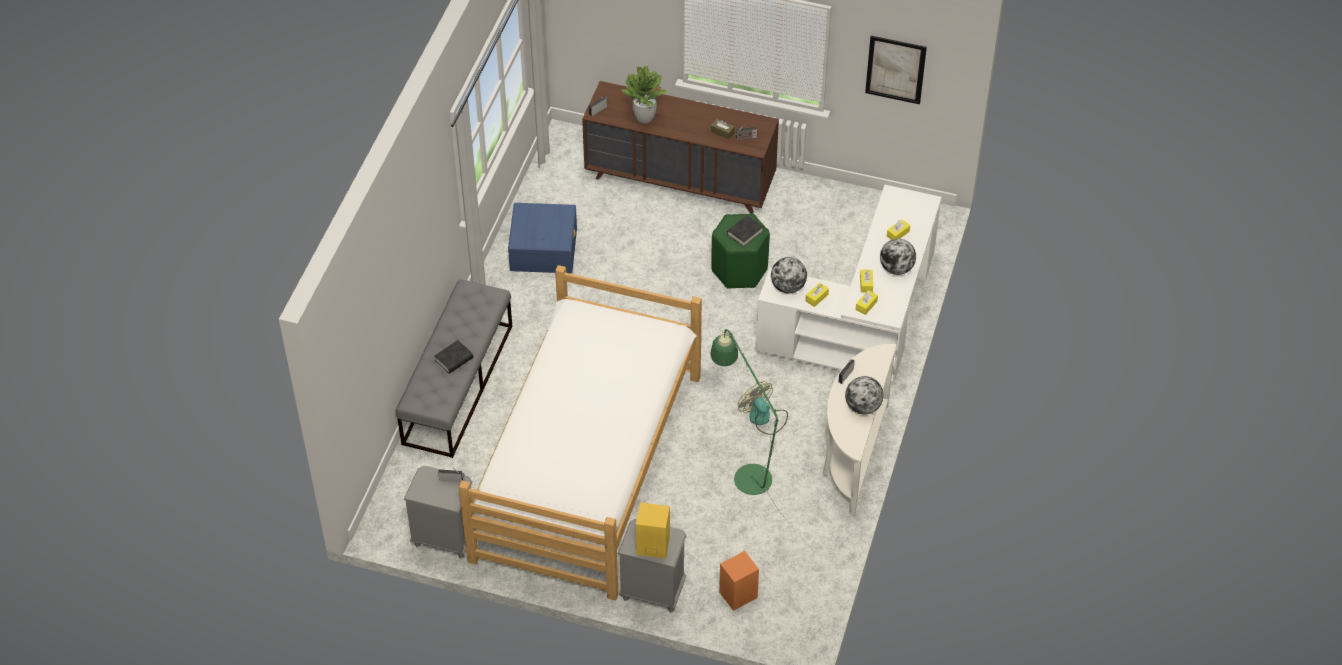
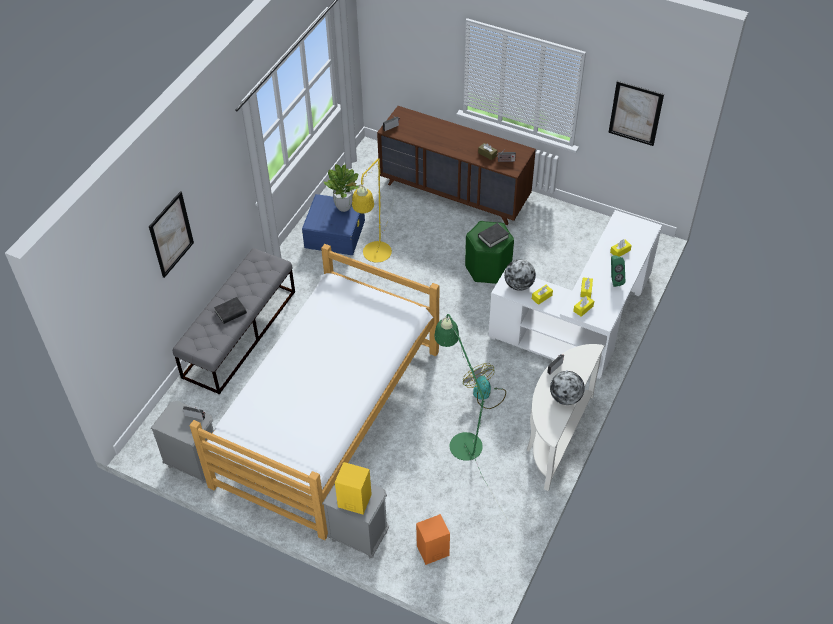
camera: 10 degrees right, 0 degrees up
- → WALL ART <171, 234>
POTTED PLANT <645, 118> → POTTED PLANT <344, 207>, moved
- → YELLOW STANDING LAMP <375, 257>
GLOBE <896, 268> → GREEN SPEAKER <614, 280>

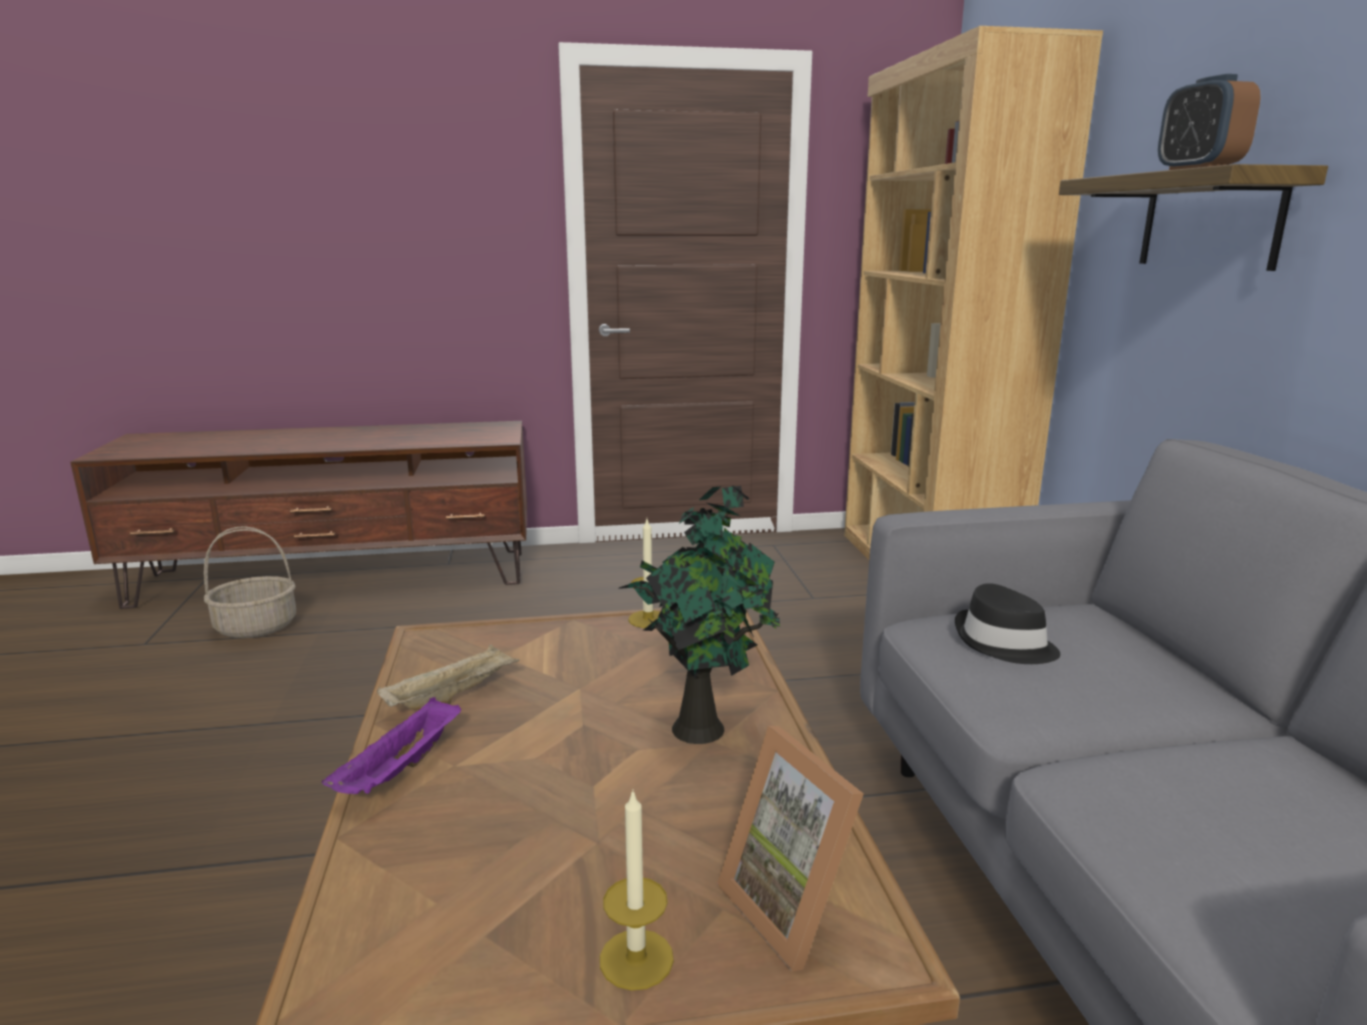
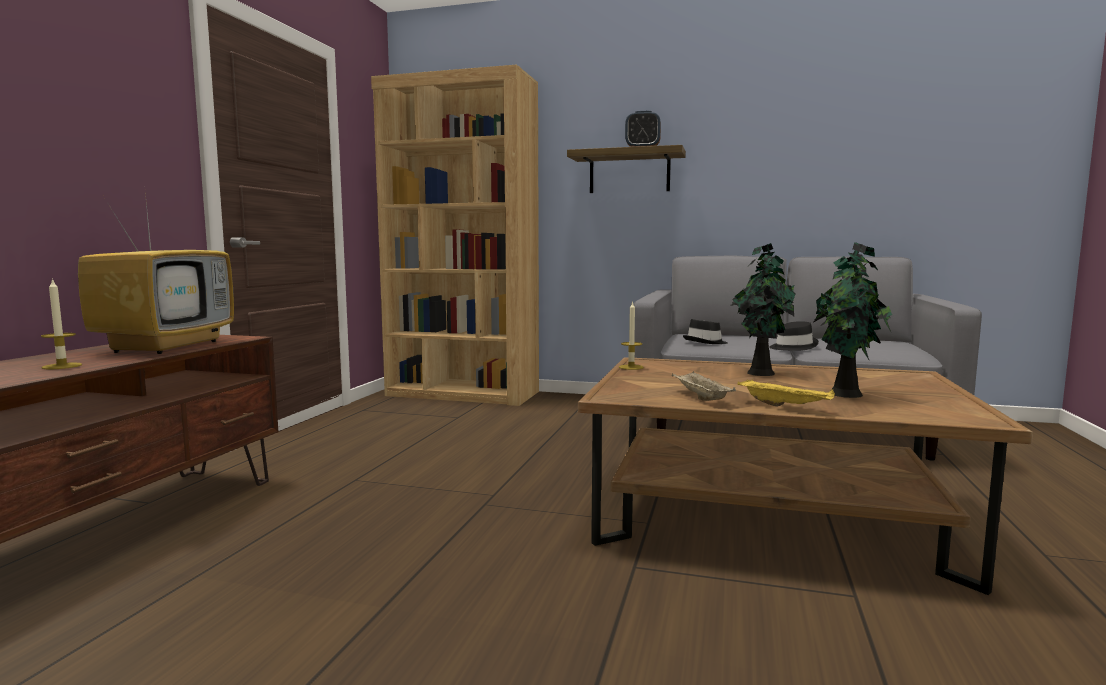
camera: 65 degrees left, 10 degrees down
CANDLE <636, 959> → CANDLE <62, 366>, moved
- → TV <167, 346>
PURPLE TRAY <401, 770> → YELLOW TRAY <786, 406>
- → BLACKISH WEARABLE HAT <792, 347>
- → POTTED PLANT <847, 394>
STORAGE BASKET <257, 626> → -
STANDING FRAME <795, 907> → -

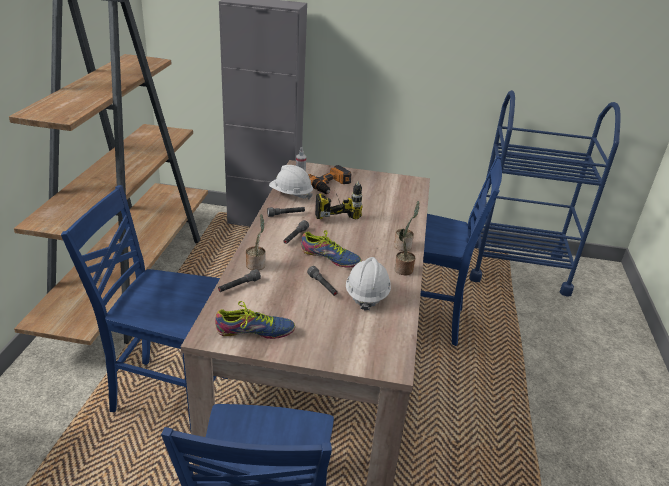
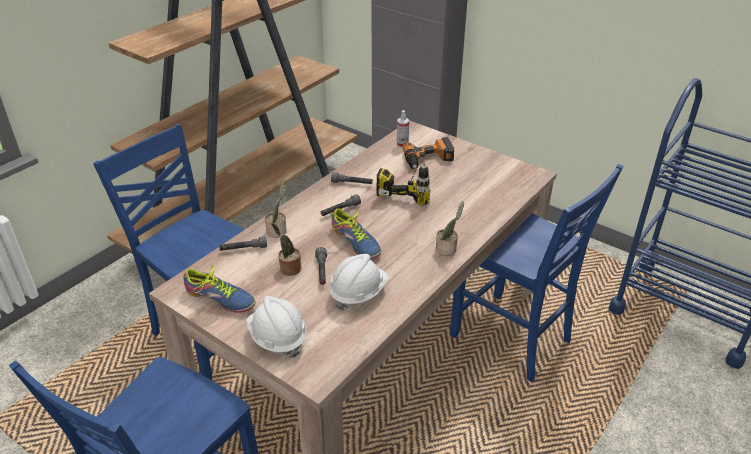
camera: 30 degrees right, 5 degrees up
WHITE-COLOURED HARD HAT <291, 194> → WHITE-COLOURED HARD HAT <277, 338>, moved
POTTED PLANT <402, 270> → POTTED PLANT <289, 268>, moved

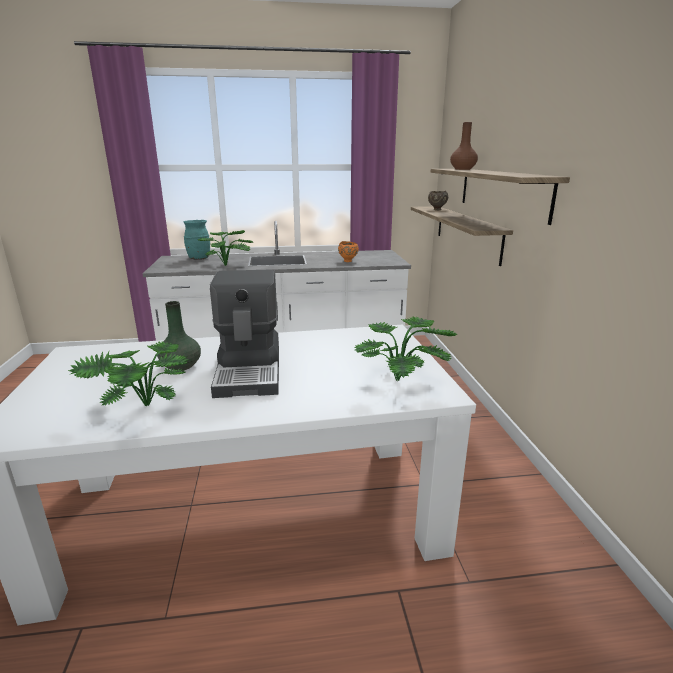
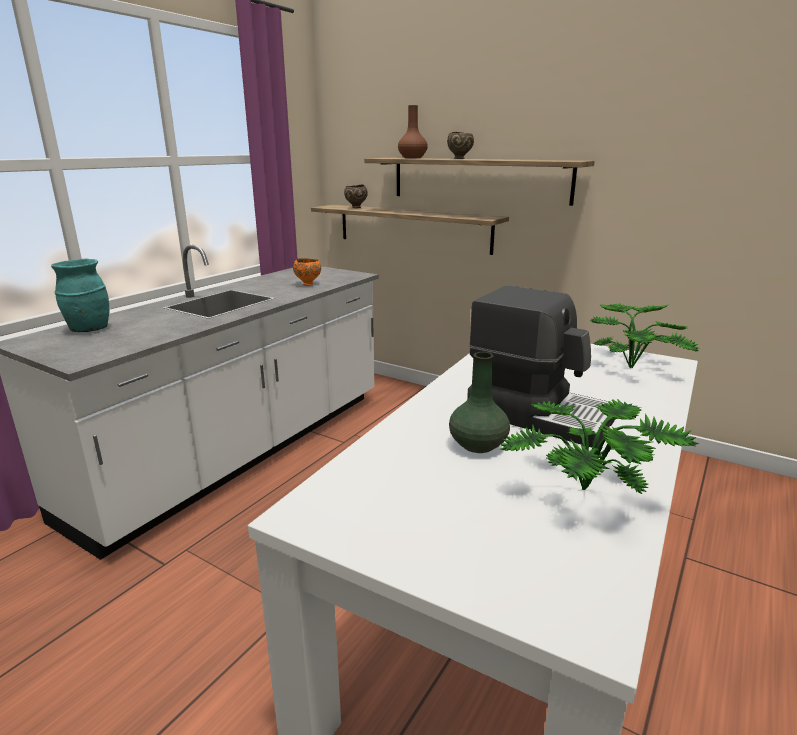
camera: 50 degrees left, 0 degrees up
- → BROWN BOWL <460, 158>
POTTED PLANT <228, 265> → -

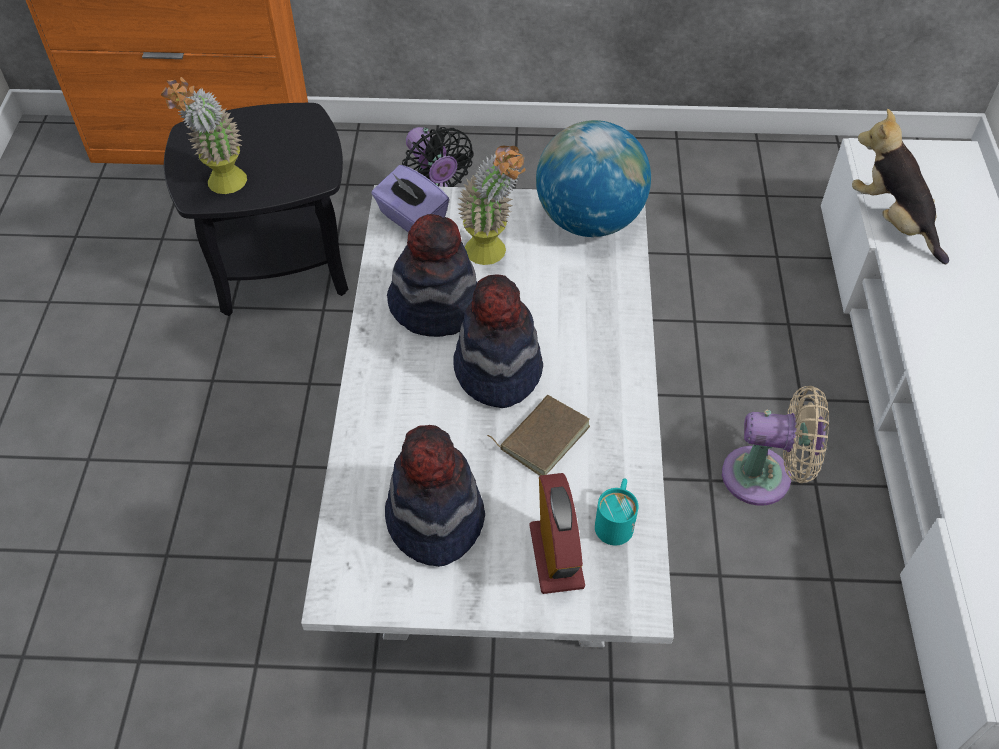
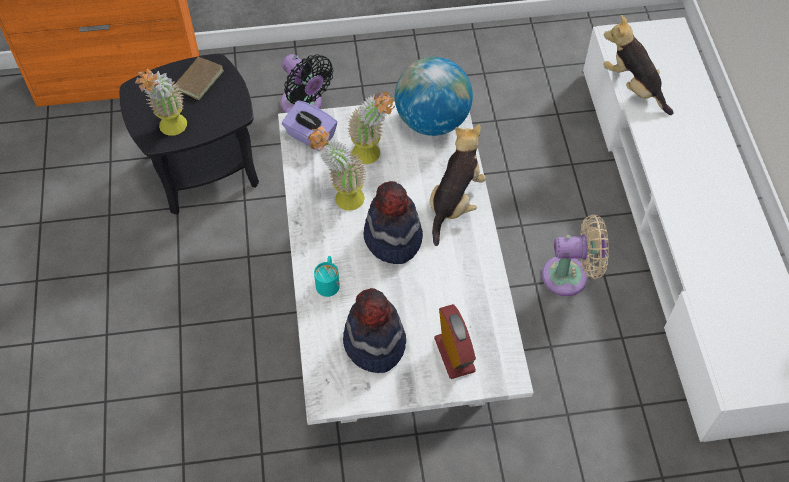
camera: 10 degrees left, 5 degrees up
BROWN BOOK <543, 436> → BROWN BOOK <197, 79>, moved
WEARABLE HAT <435, 306> → POTTED PLANT <341, 199>
TURQUOISE COFFEE MUG <616, 520> → TURQUOISE COFFEE MUG <328, 281>, moved
- → SOFT TOY <454, 202>

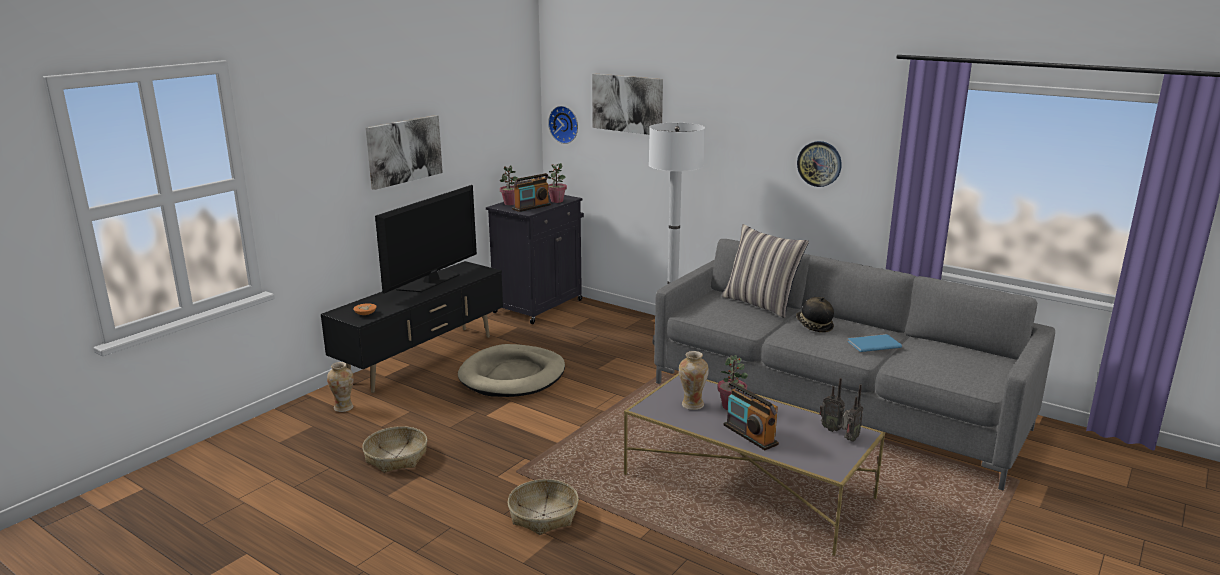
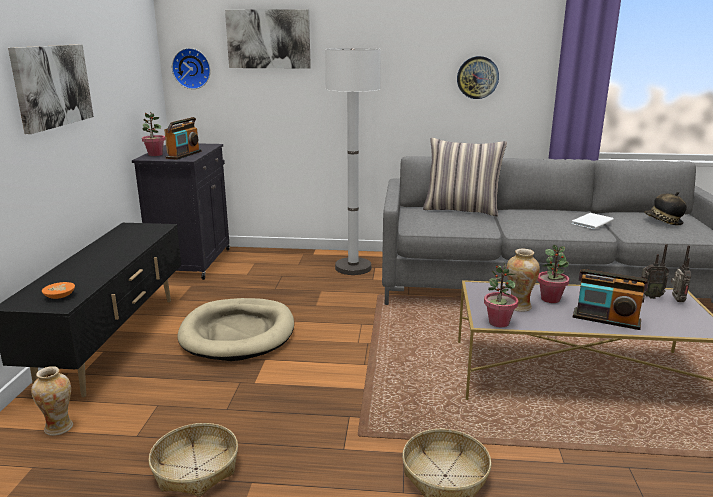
camera: 30 degrees left, 0 degrees up
POTTED PLANT <556, 201> → POTTED PLANT <498, 322>, moved
BLUE BOOK <872, 344> → WHITE-COLOURED BOOK <590, 222>
WEARABLE HAT <813, 326> → WEARABLE HAT <663, 222>, moved
TV <431, 281> → -

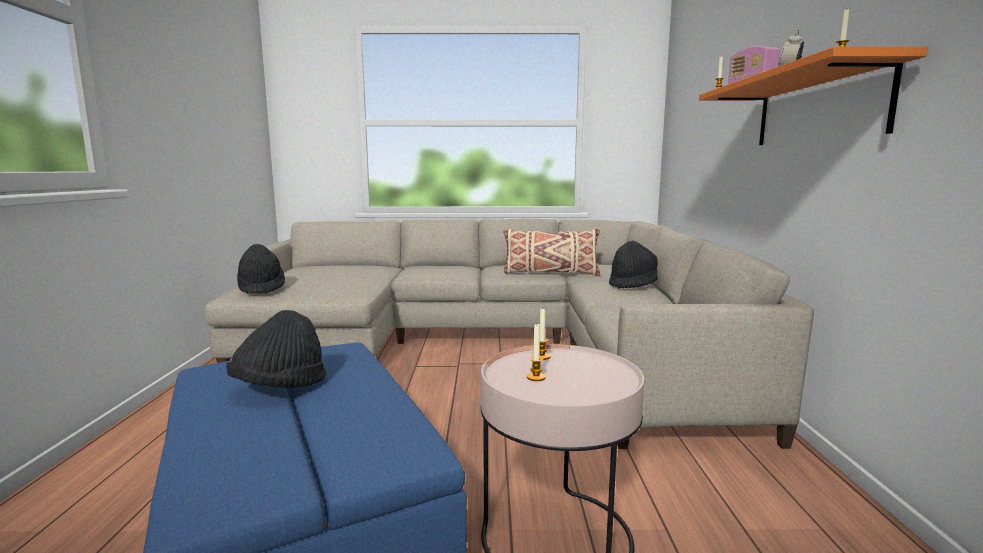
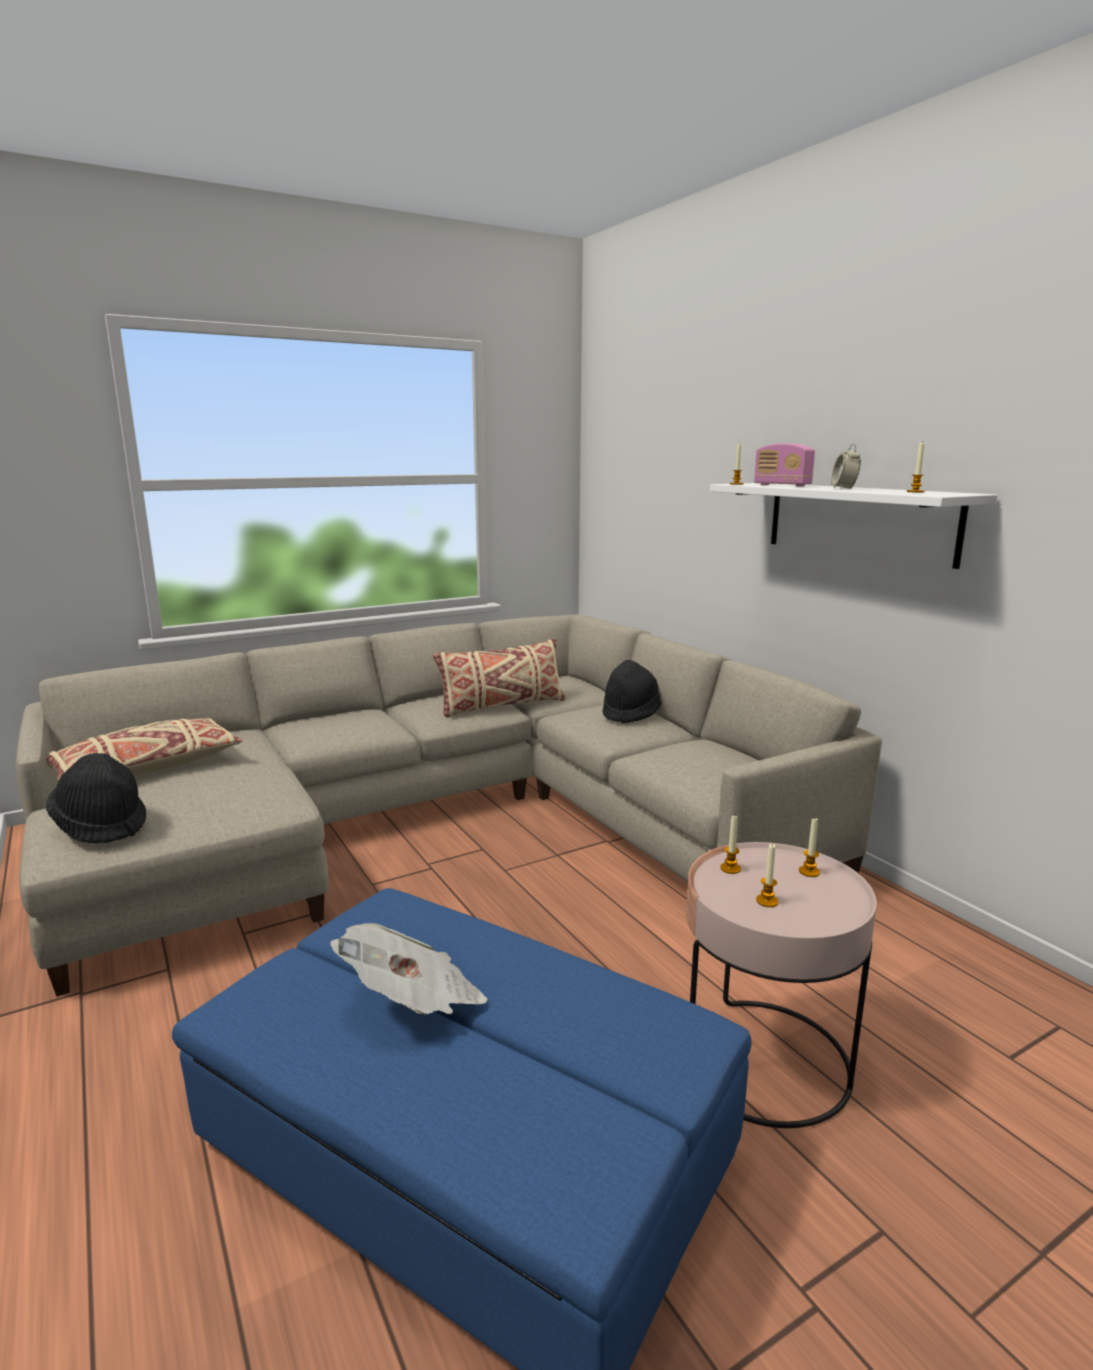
camera: 30 degrees left, 5 degrees up
- → BEIGE PILLOW <146, 769>
BLACKISH WEARABLE HAT <280, 387> → DAILY PAPER <413, 1002>
ORANGEY SHELF <817, 108> → WHITE-COLOURED SHELF <858, 521>
- → CANDLE <809, 872>

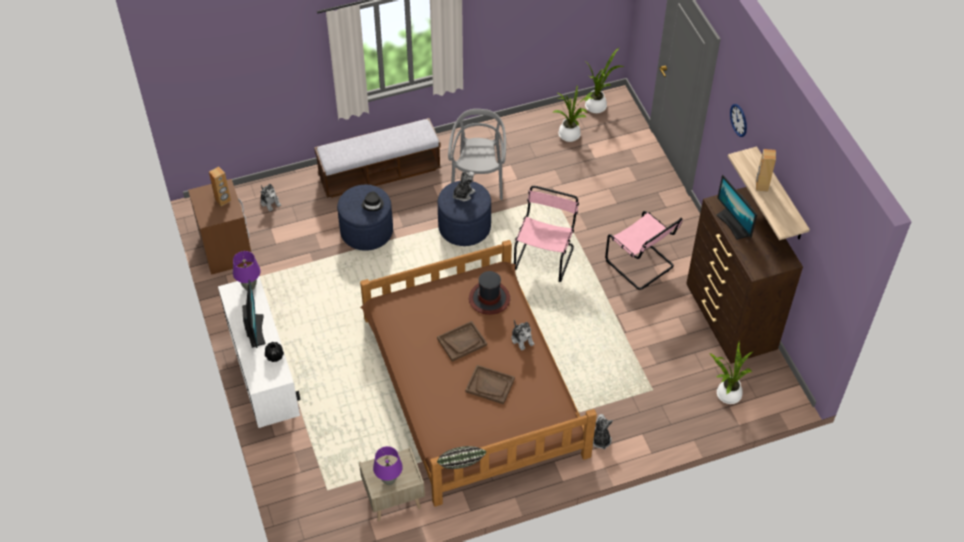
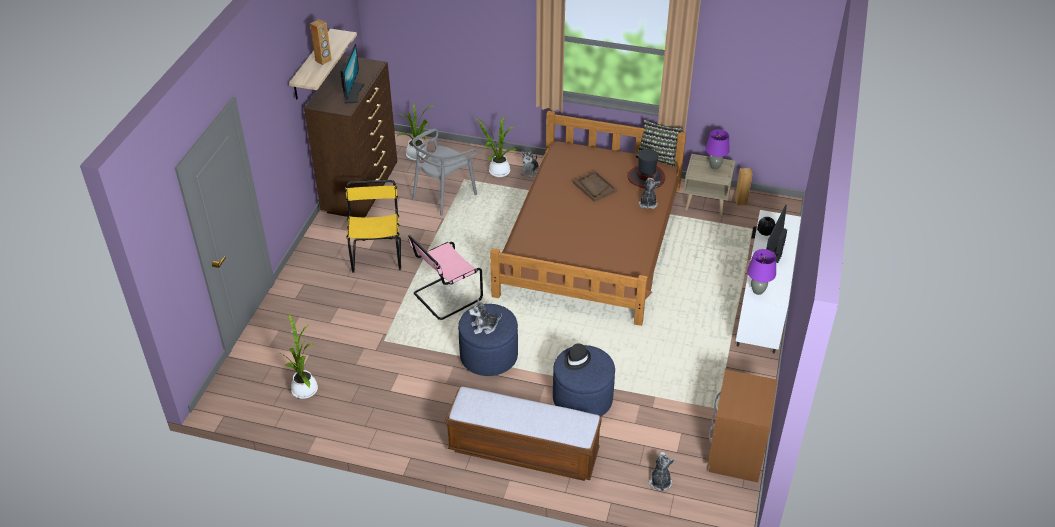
camera: 145 degrees left, 10 degrees down
PINK-COLOURED PLAIN CHAIR <641, 265> → YELLOW PLAIN CHAIR <377, 253>
GREY PLAIN CHAIR <478, 180> → GREY PLAIN CHAIR <443, 195>, moved
POTTED PLANT <597, 106> → POTTED PLANT <497, 171>, moved
WEARABLE HAT <489, 298> → WEARABLE HAT <646, 177>, moved
SOFT TOY <522, 339> → SOFT TOY <647, 203>, moved
BROWN SPEAKER <223, 200> → BROWN SPEAKER <740, 201>, moved
BROWN TRAY <462, 342> → -
HANGING CLOCK <738, 120> → -

